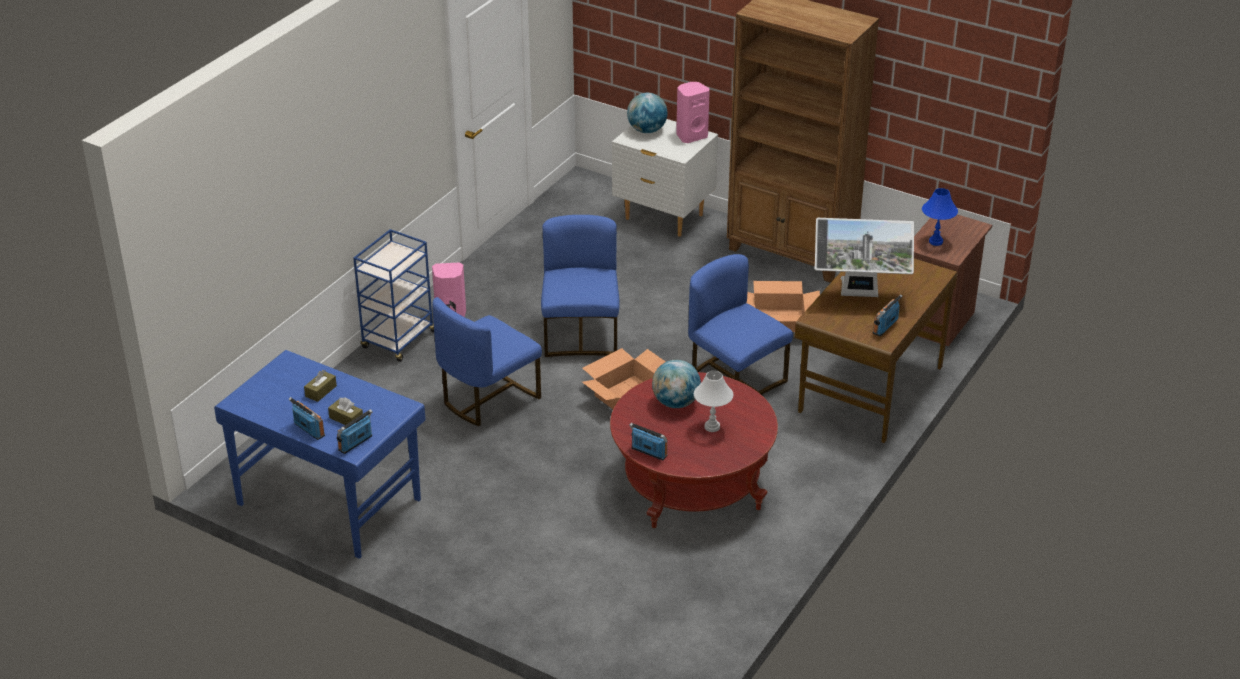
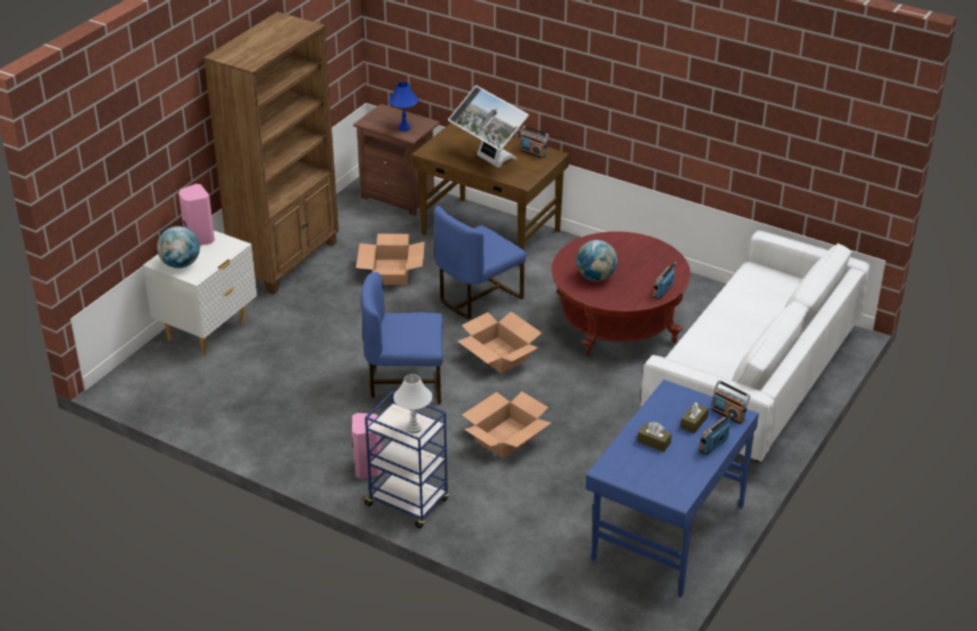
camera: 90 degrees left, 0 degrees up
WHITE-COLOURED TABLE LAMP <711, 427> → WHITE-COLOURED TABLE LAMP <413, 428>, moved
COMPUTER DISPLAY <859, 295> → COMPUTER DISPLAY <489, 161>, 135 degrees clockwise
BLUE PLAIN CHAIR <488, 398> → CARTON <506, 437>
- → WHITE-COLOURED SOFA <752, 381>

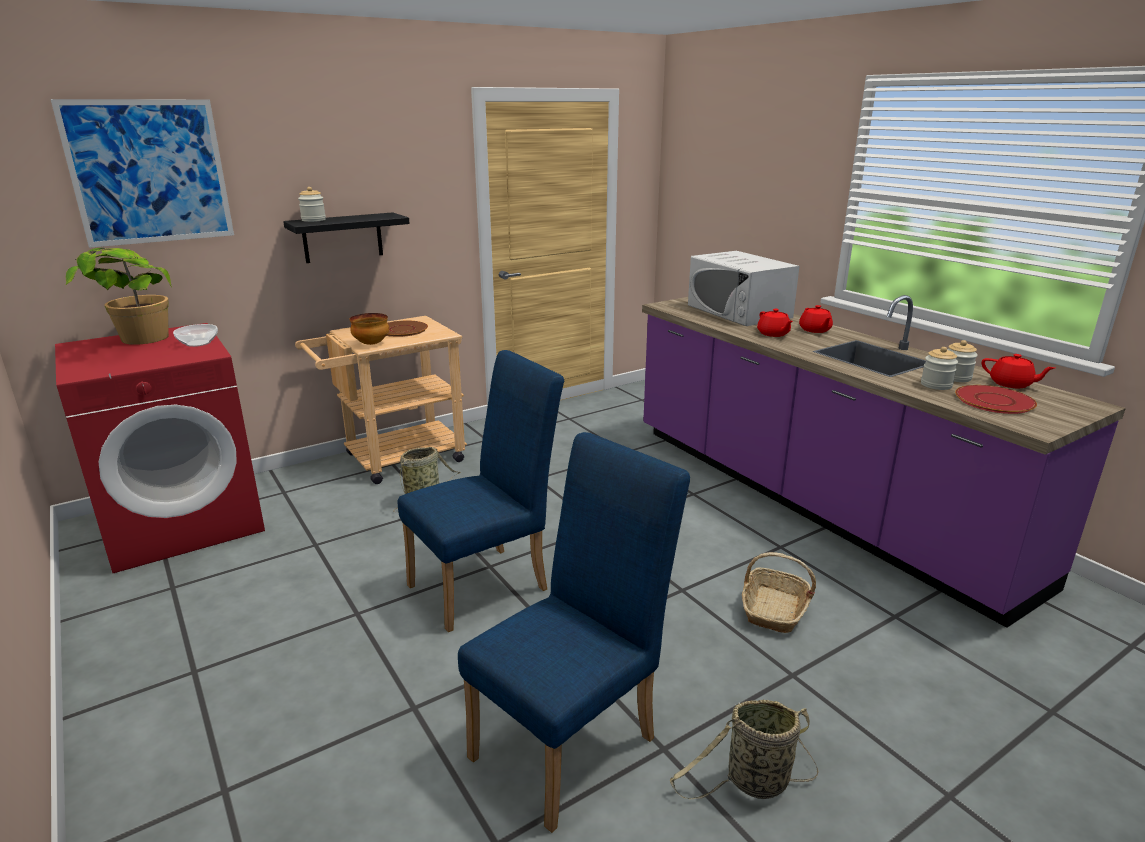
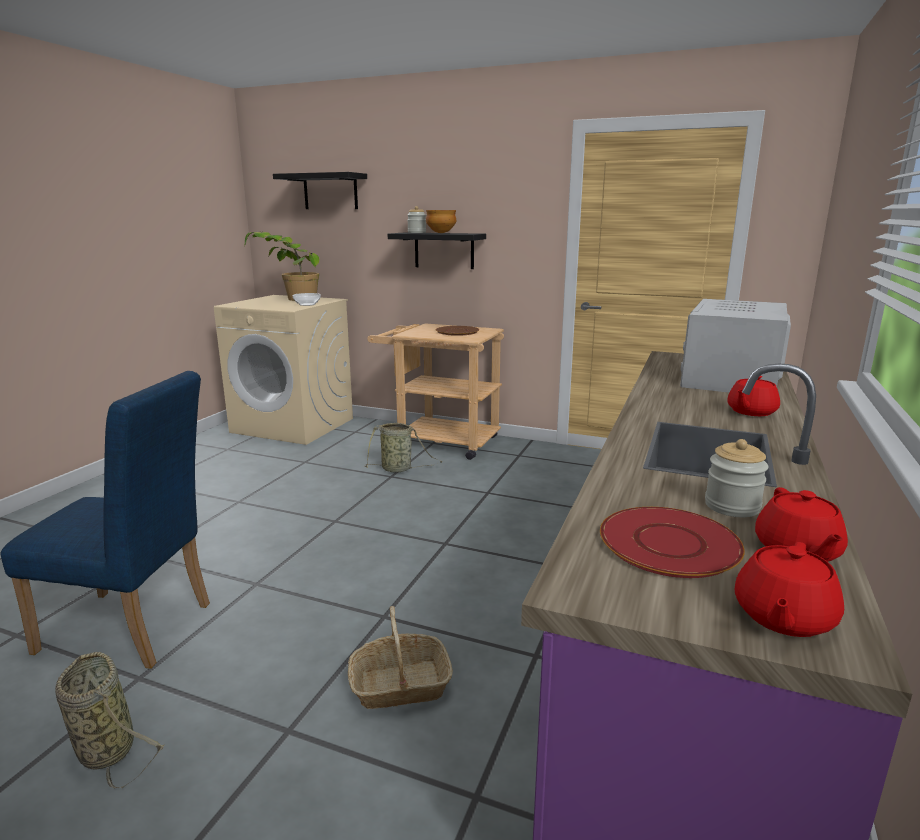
camera: 55 degrees right, 5 degrees down
REDDISH LAUNDRY APPLIANCE <184, 522> → BEIGE LAUNDRY APPLIANCE <294, 425>
WALL ART <149, 172> → BLACKISH SHELF <330, 192>
BOWL <371, 344> → BOWL <441, 233>, moved
REDDISH TEA POT <773, 334> → REDDISH TEA POT <782, 617>, moved
BLUE PLAIN CHAIR <487, 583> → -
STORAGE JAR <936, 385> → -

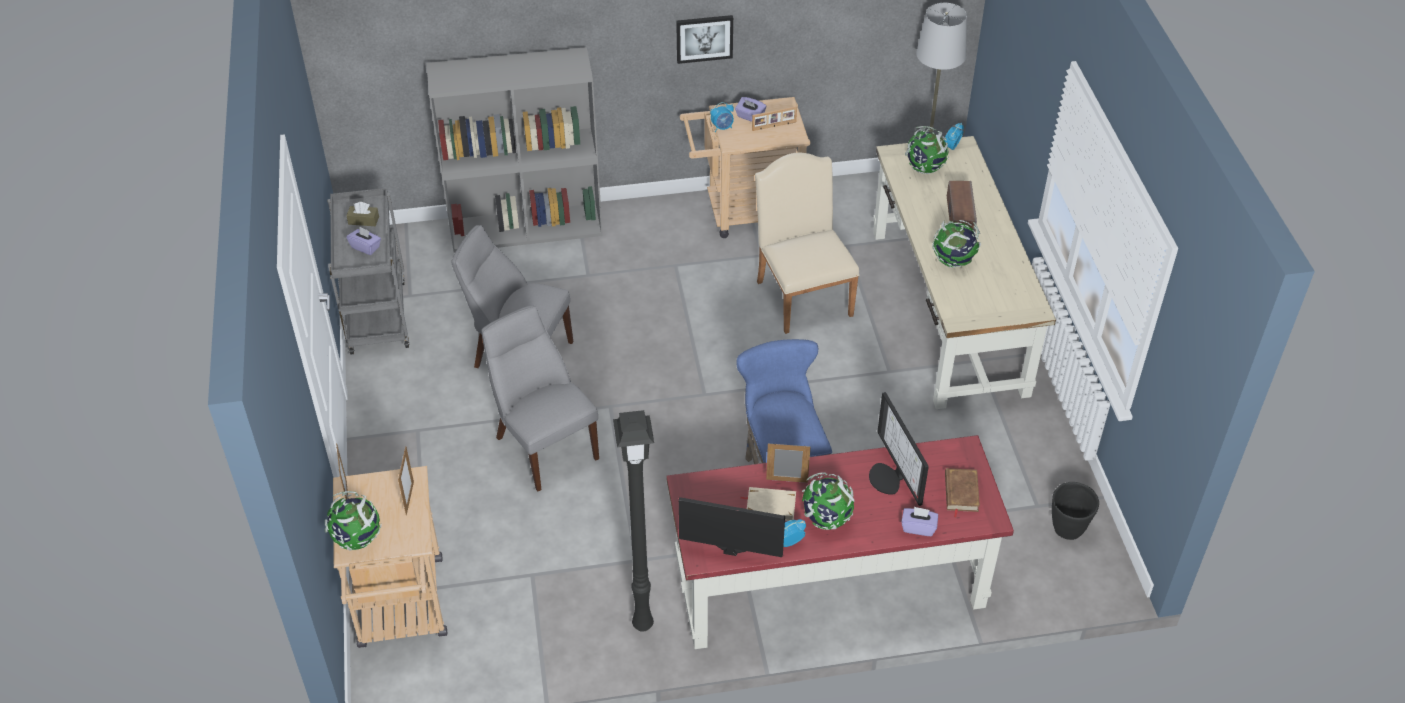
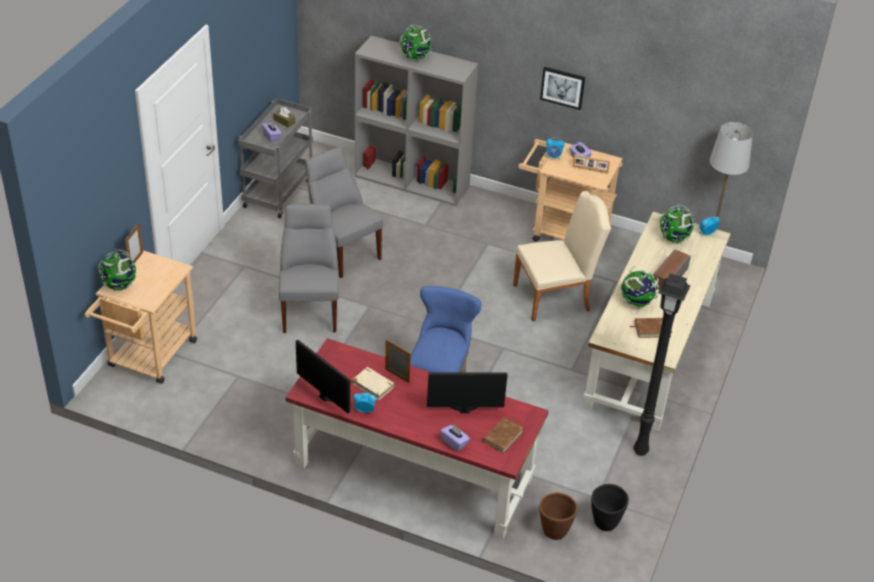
camera: 30 degrees right, 5 degrees down
GLOBE <826, 519> → GLOBE <415, 57>, moved
COMPUTER DISPLAY <889, 478> → COMPUTER DISPLAY <463, 406>, 75 degrees clockwise
BEIGE PLAIN CHAIR <802, 293> → BEIGE PLAIN CHAIR <556, 296>, 60 degrees clockwise
- → BROWN PLANT POT <554, 531>
- → BROWN BOOK <652, 329>
BLACKISH STANDING LAMP <644, 625> → BLACKISH STANDING LAMP <641, 452>, moved
STANDING FRAME <409, 498> → -

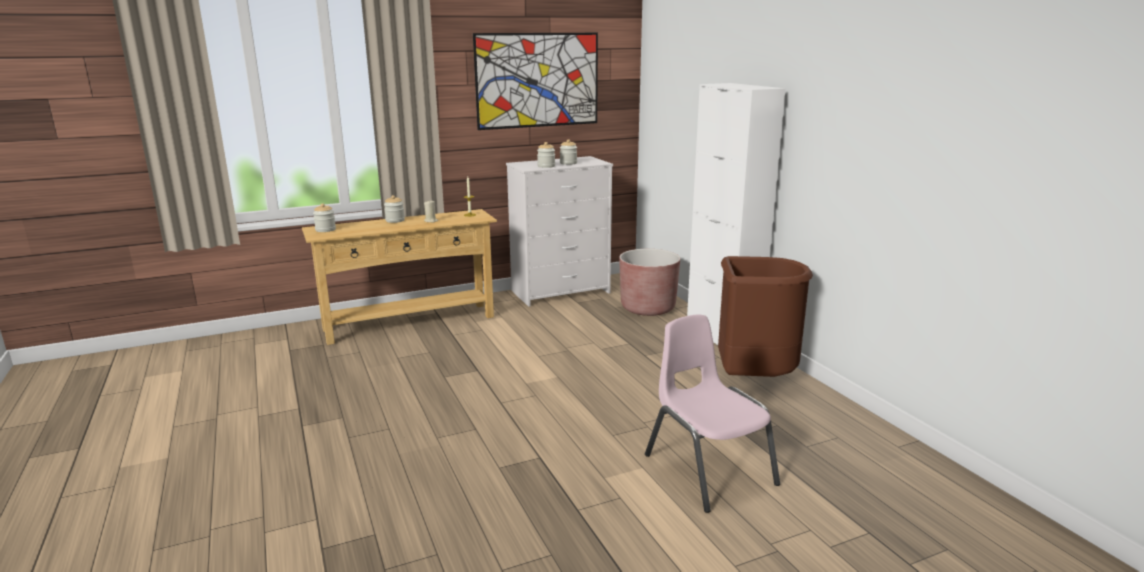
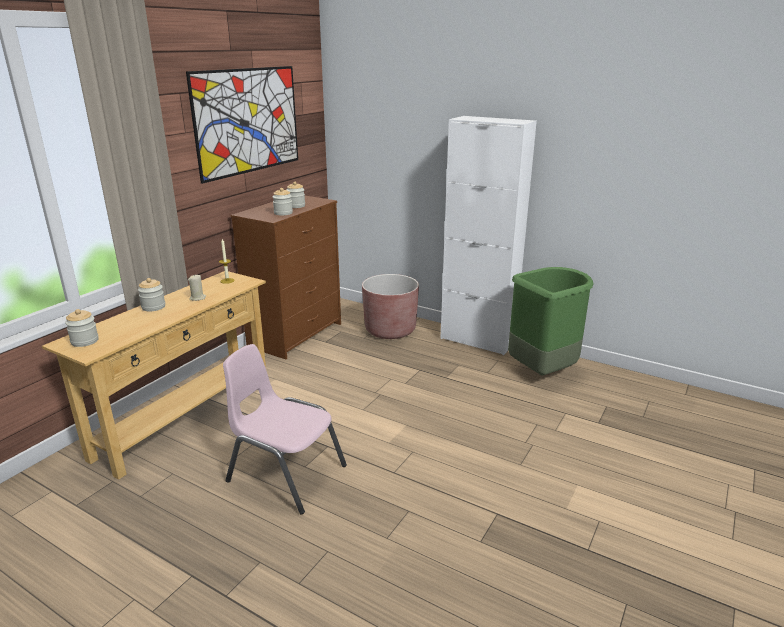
camera: 35 degrees left, 5 degrees up
PINK-COLOURED PLAIN CHAIR <708, 469> → PINK-COLOURED PLAIN CHAIR <286, 474>, moved
WHITE-COLOURED DRAWER CHEST <561, 291> → BROWN DRAWER CHEST <296, 334>
BROWN TRASH CAN <753, 378> → GREEN TRASH CAN <543, 371>

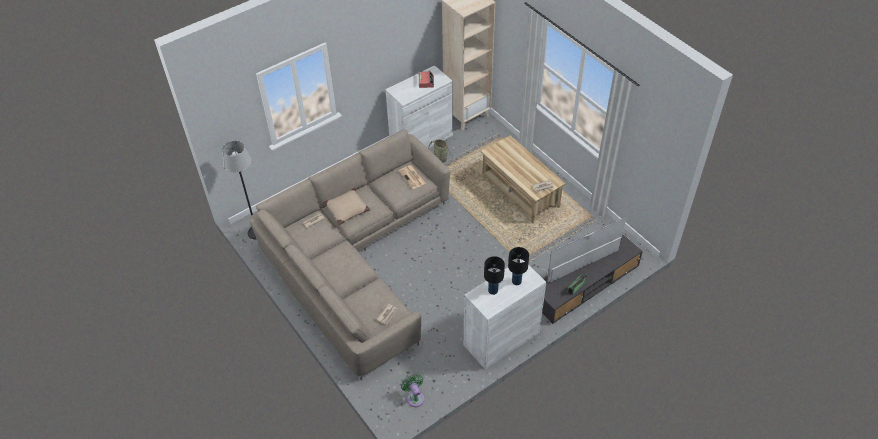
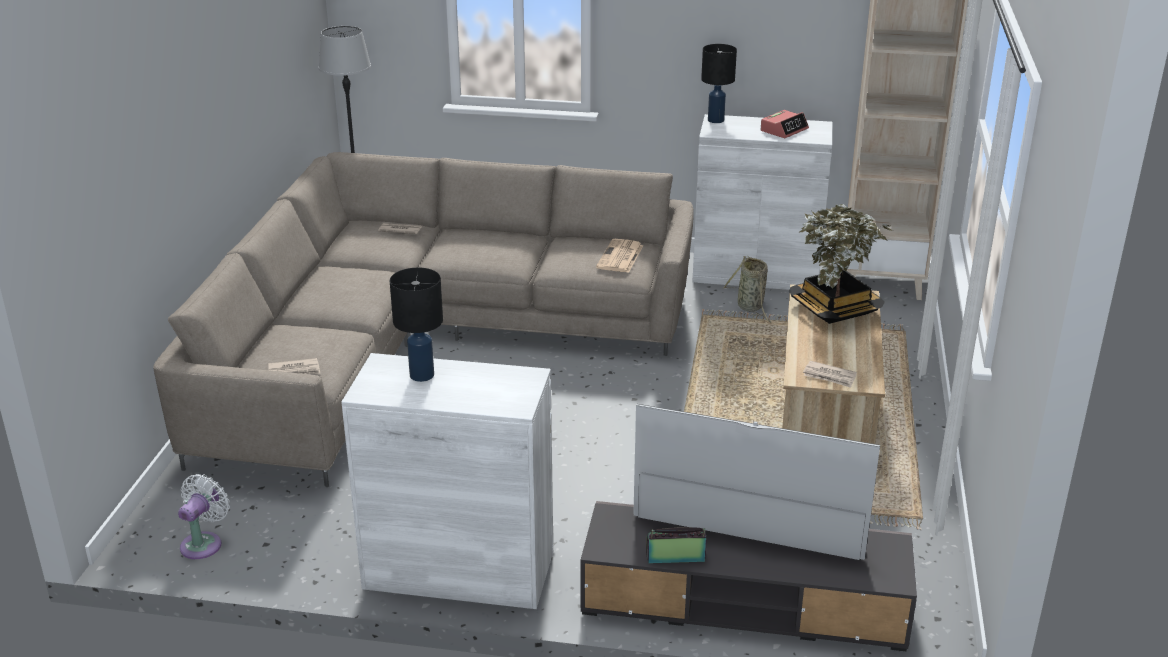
camera: 45 degrees right, 20 degrees down
GREEN COOLING FAN <415, 397> → WHITE-COLOURED COOLING FAN <204, 543>
BLACKISH TABLE LAMP <517, 281> → BLACKISH TABLE LAMP <716, 120>, moved
- → POTTED PLANT <835, 309>
BEIGE PILLOW <347, 210> → -

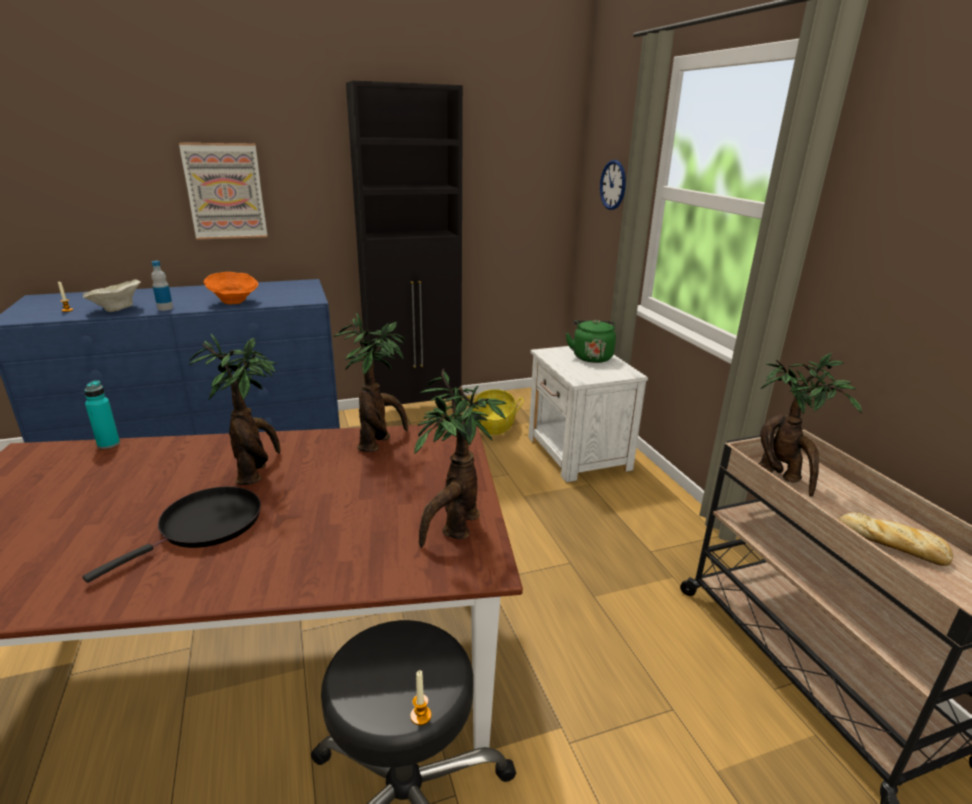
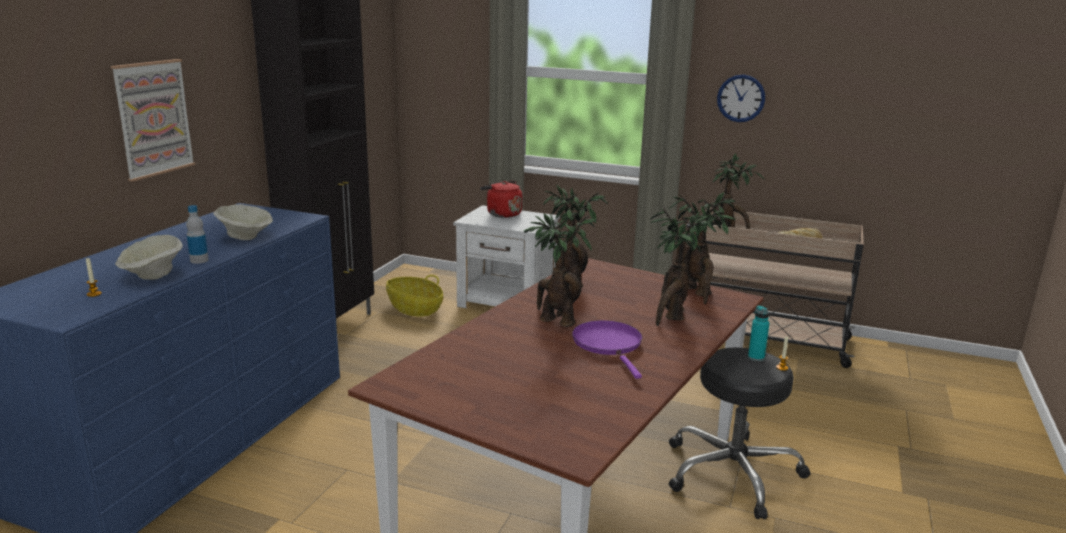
camera: 50 degrees left, 5 degrees down
ORANGEY BOWL <234, 302> → BEIGE BOWL <245, 238>
GREEN KETTLE <591, 357> → REDDISH KETTLE <502, 214>
BLACKISH FRYING PAN <205, 526> → PURPLE FRYING PAN <609, 345>
- → POTTED PLANT <671, 316>
HANGING CLOCK <613, 185> → HANGING CLOCK <741, 98>, moved
TURQUOISE BEVERAGE BOTTLE <108, 444> → TURQUOISE BEVERAGE BOTTLE <756, 357>, moved

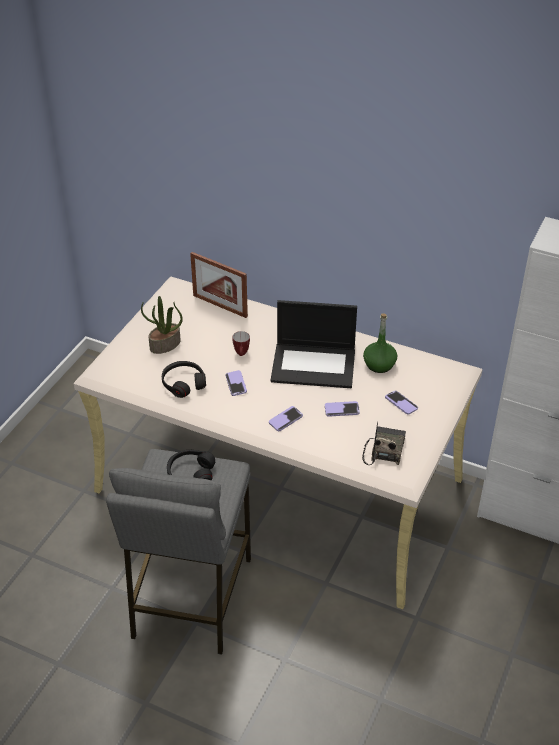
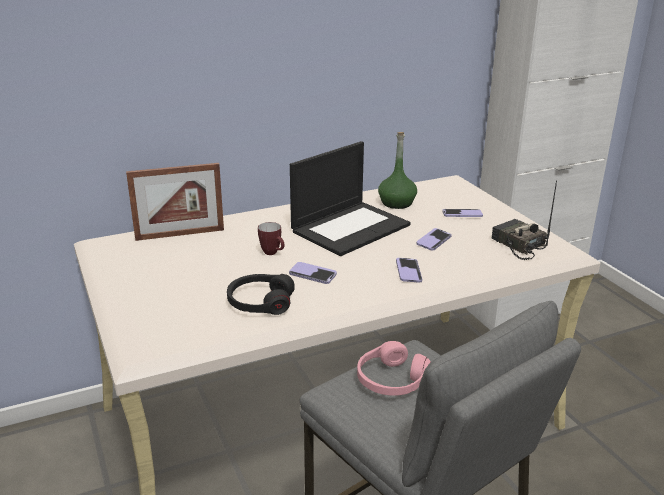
camera: 50 degrees left, 15 degrees down
BLACKISH HEADSET <191, 473> → PINK-COLOURED HEADSET <391, 380>
POTTED PLANT <165, 345> → -

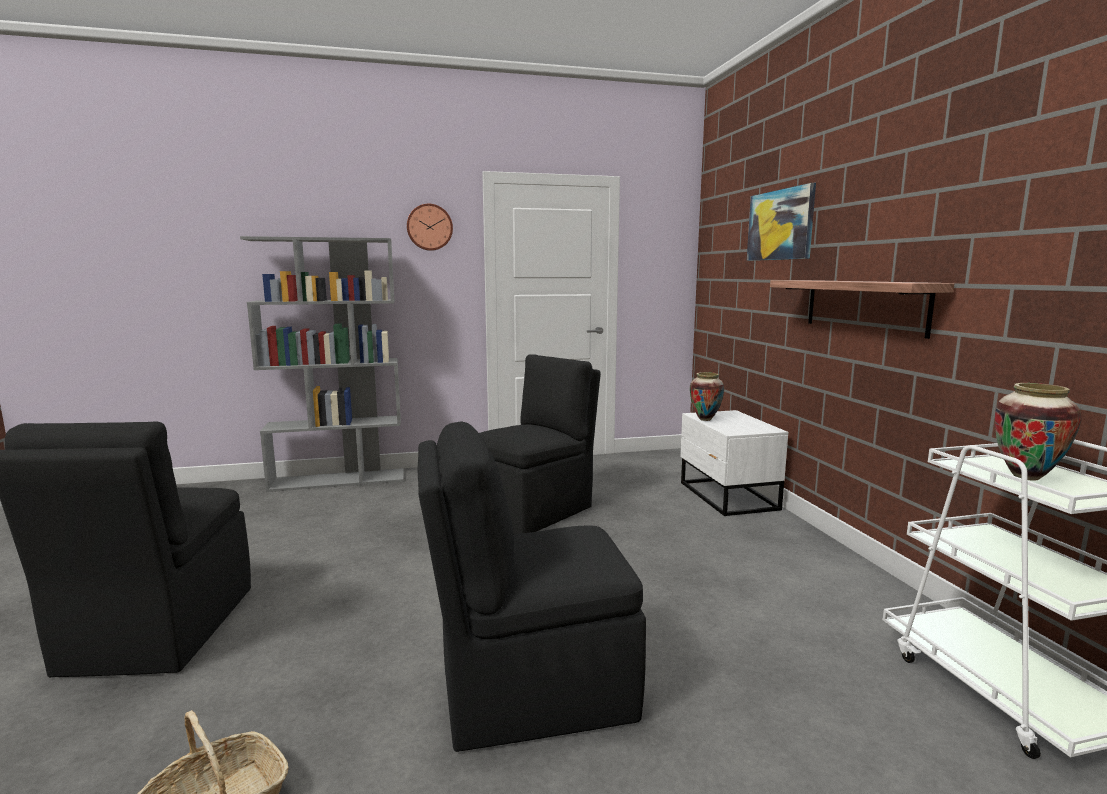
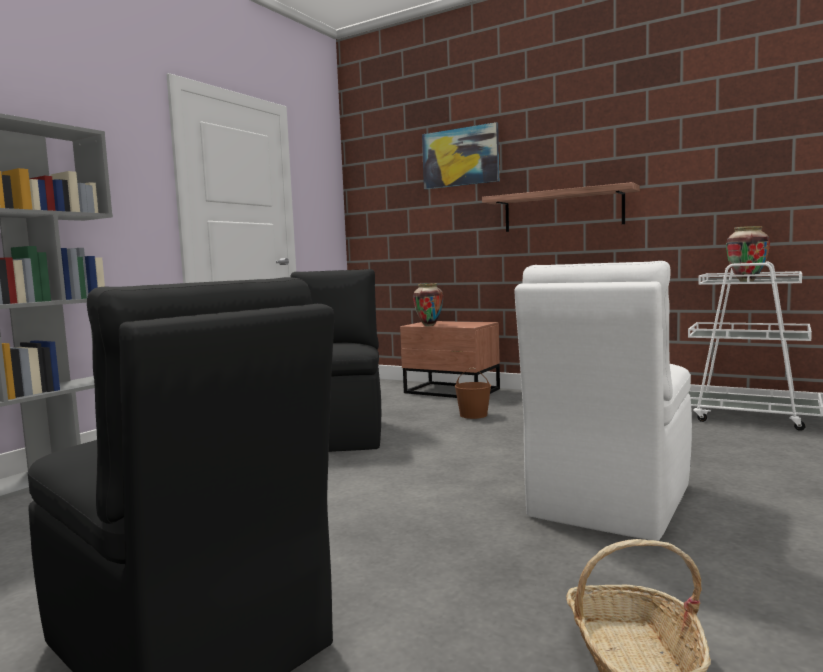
camera: 45 degrees left, 5 degrees down
WHITE-COLOURED NIGHT TABLE <727, 496> → BROWN NIGHT TABLE <452, 391>
- → BROWN PAIL <474, 415>
BLACKISH PLAIN CHAIR <530, 689> → WHITE-COLOURED PLAIN CHAIR <608, 502>
HANGING CLOCK <429, 227> → -

